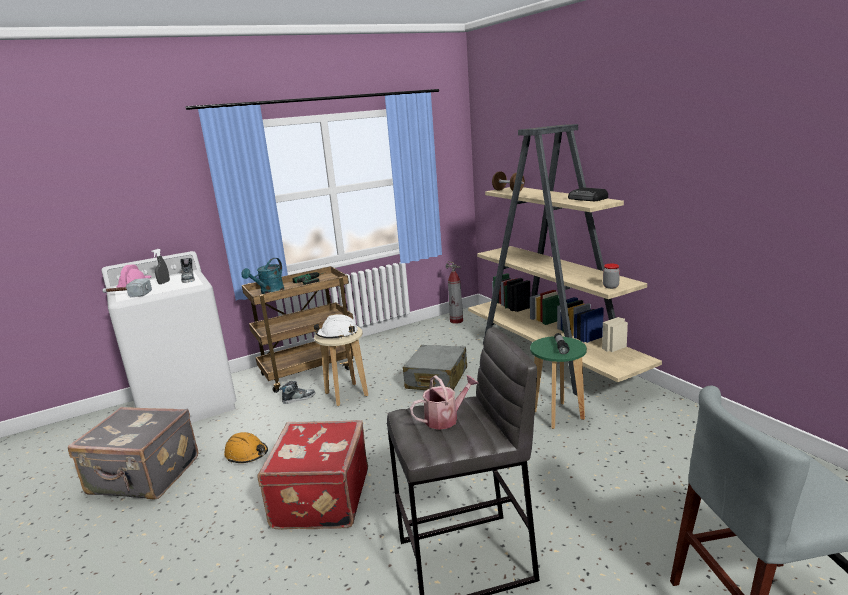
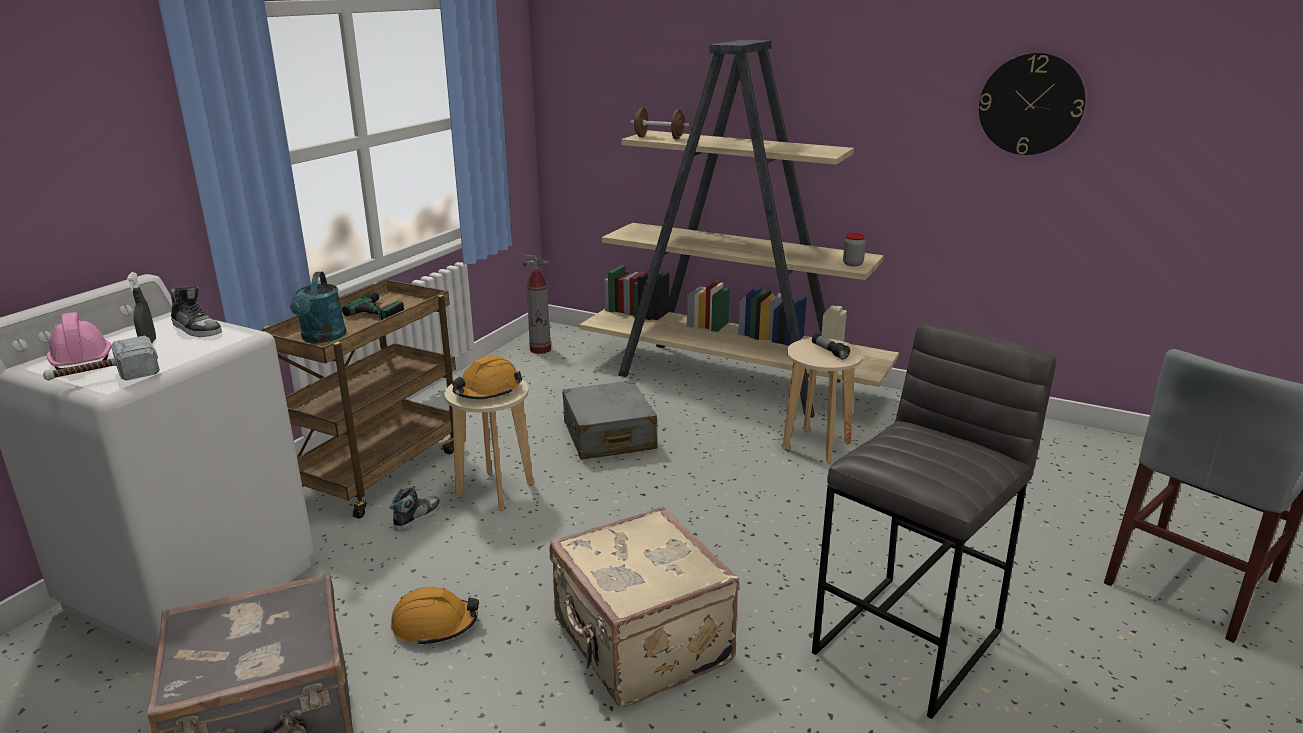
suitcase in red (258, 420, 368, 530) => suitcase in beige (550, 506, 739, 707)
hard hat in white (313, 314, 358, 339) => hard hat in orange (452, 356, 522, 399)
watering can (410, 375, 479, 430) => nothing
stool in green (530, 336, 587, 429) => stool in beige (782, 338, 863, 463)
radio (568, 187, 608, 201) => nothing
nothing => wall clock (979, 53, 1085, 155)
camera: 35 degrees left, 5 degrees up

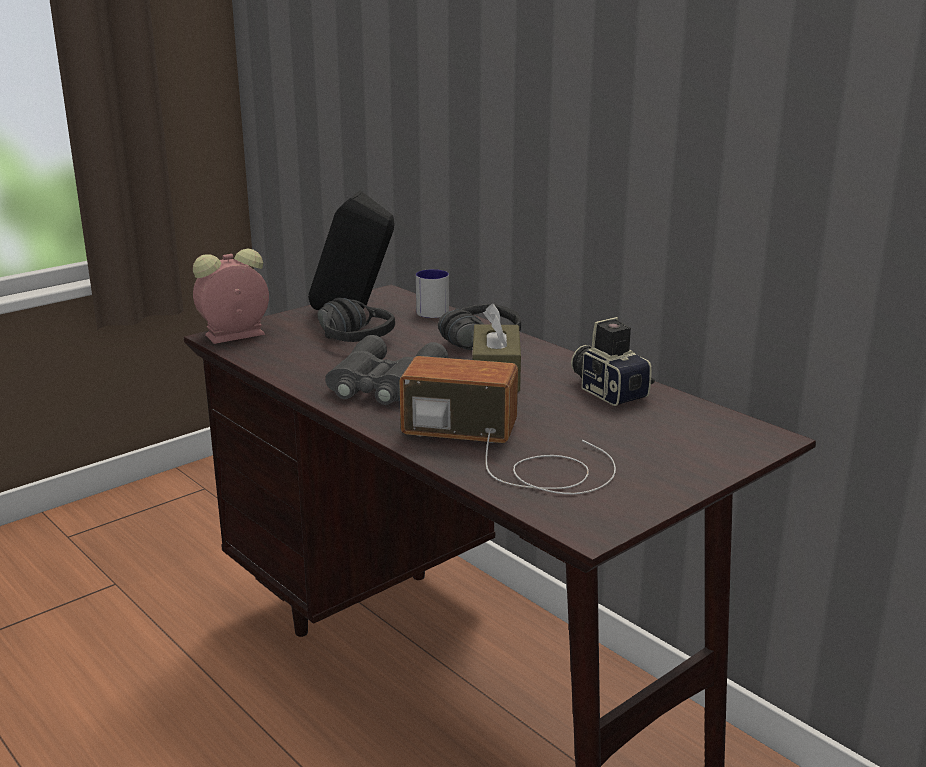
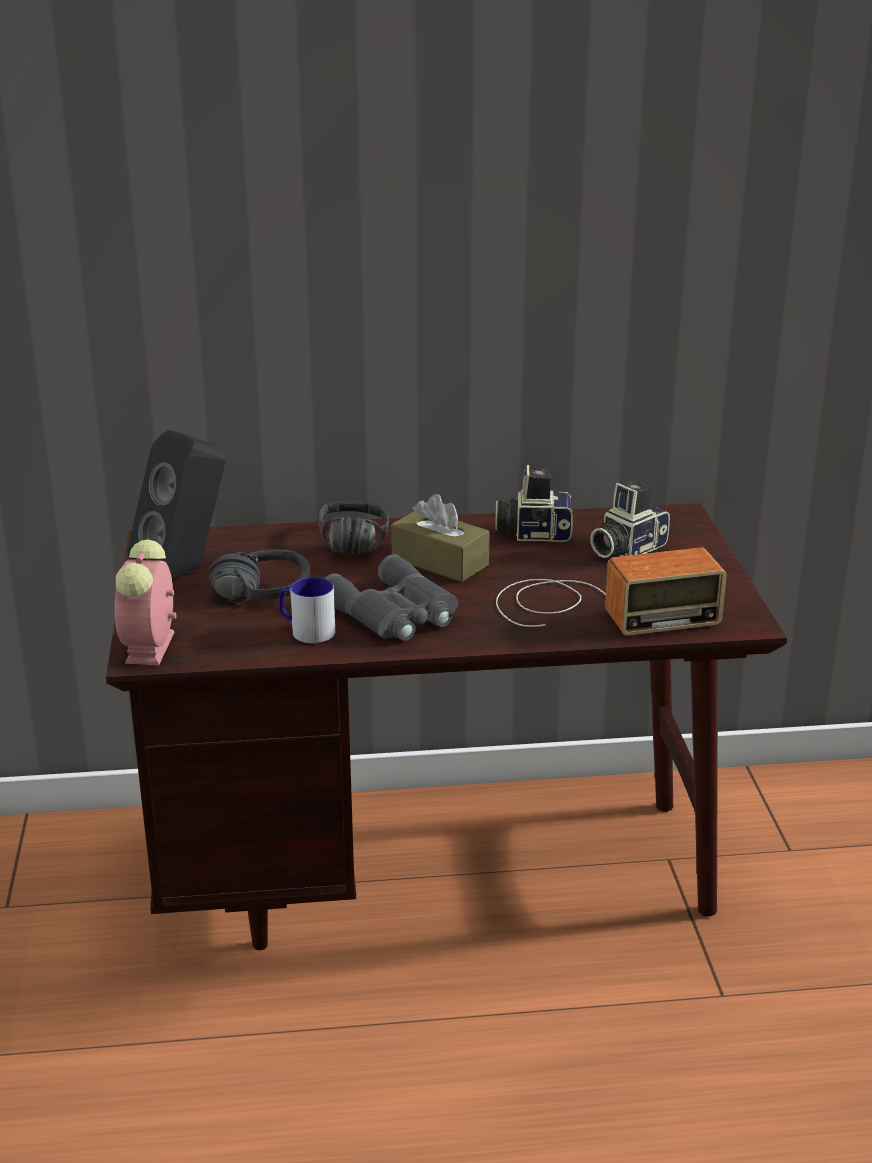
radio (399, 356, 616, 494) => radio (496, 548, 727, 636), 150 degrees counterclockwise
mug (416, 269, 449, 318) => mug (279, 577, 335, 643), moved
nothing => photo camera (590, 481, 670, 558)
camera: 55 degrees left, 5 degrees up

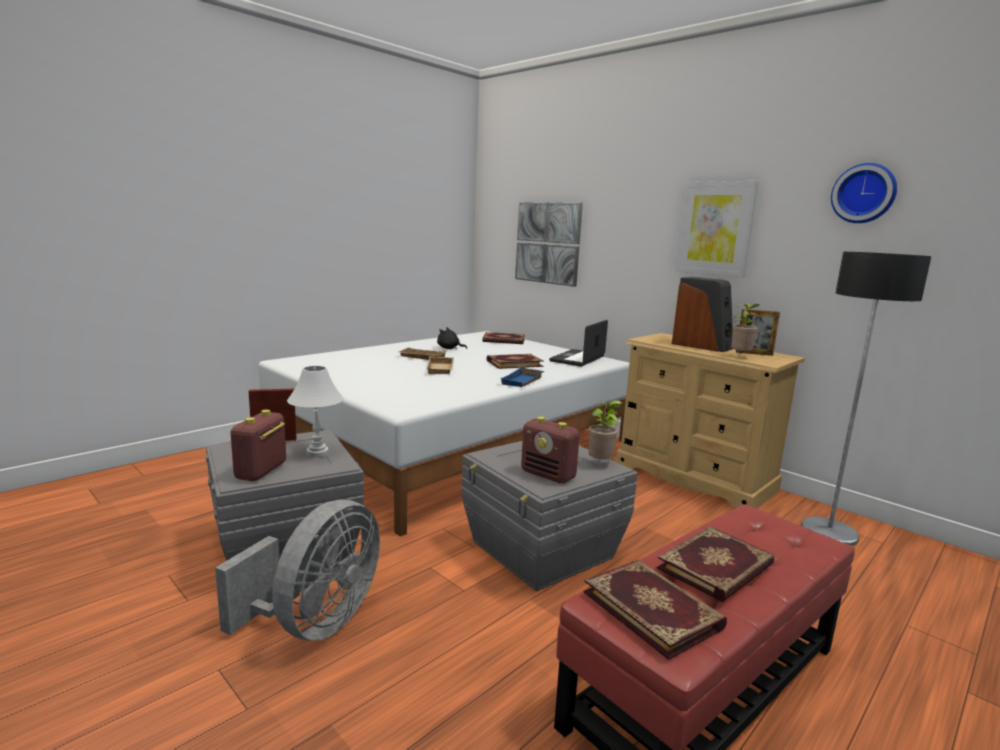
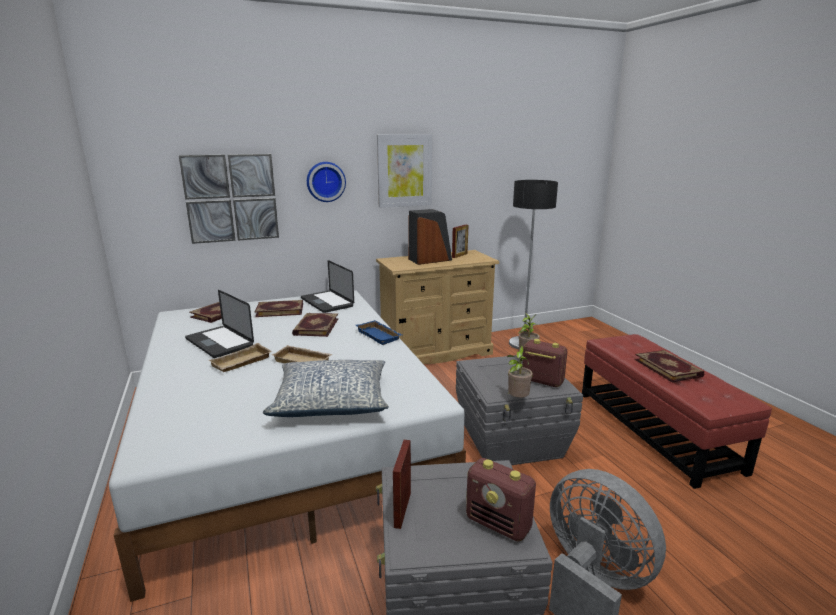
table lamp in white (287, 366, 344, 457) => nothing
plush toy in black (437, 327, 467, 349) => laptop (185, 290, 254, 358)
radio (521, 416, 580, 483) => radio (522, 339, 567, 387), 120 degrees counterclockwise
book (584, 560, 727, 660) => book (255, 300, 303, 317), moved
potted plant (731, 303, 760, 353) => potted plant (507, 345, 533, 398), moved
wall clock (831, 163, 897, 223) => wall clock (307, 162, 346, 202), moved
nothing => pillow (263, 360, 389, 417)
camera: 65 degrees left, 5 degrees up

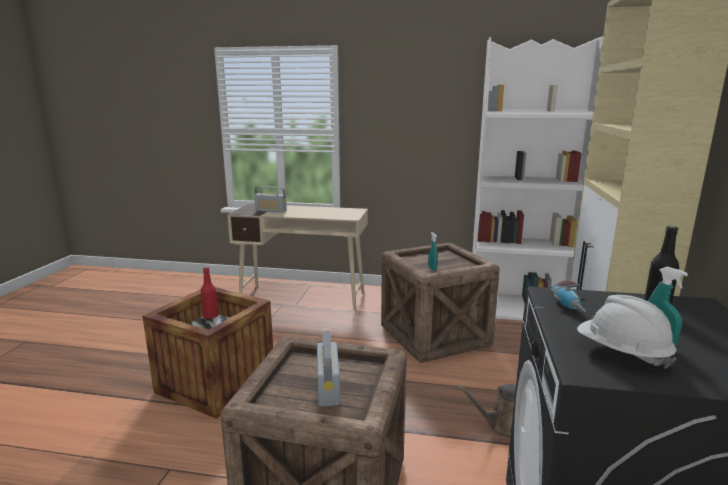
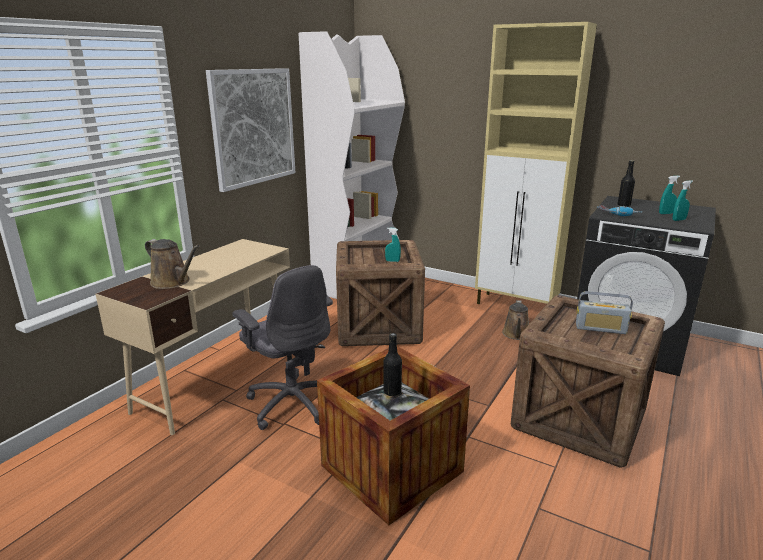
bottle in red (201, 267, 218, 319) => bottle in black (384, 333, 402, 396)
radio (254, 186, 287, 213) => watering can in brown (145, 239, 200, 289)
hard hat in white (577, 295, 677, 369) => spray bottle in turquoise (673, 180, 693, 221)
nothing => picture (206, 68, 295, 192)
nothing => office chair in grey (232, 265, 333, 430)
camera: 70 degrees left, 5 degrees up

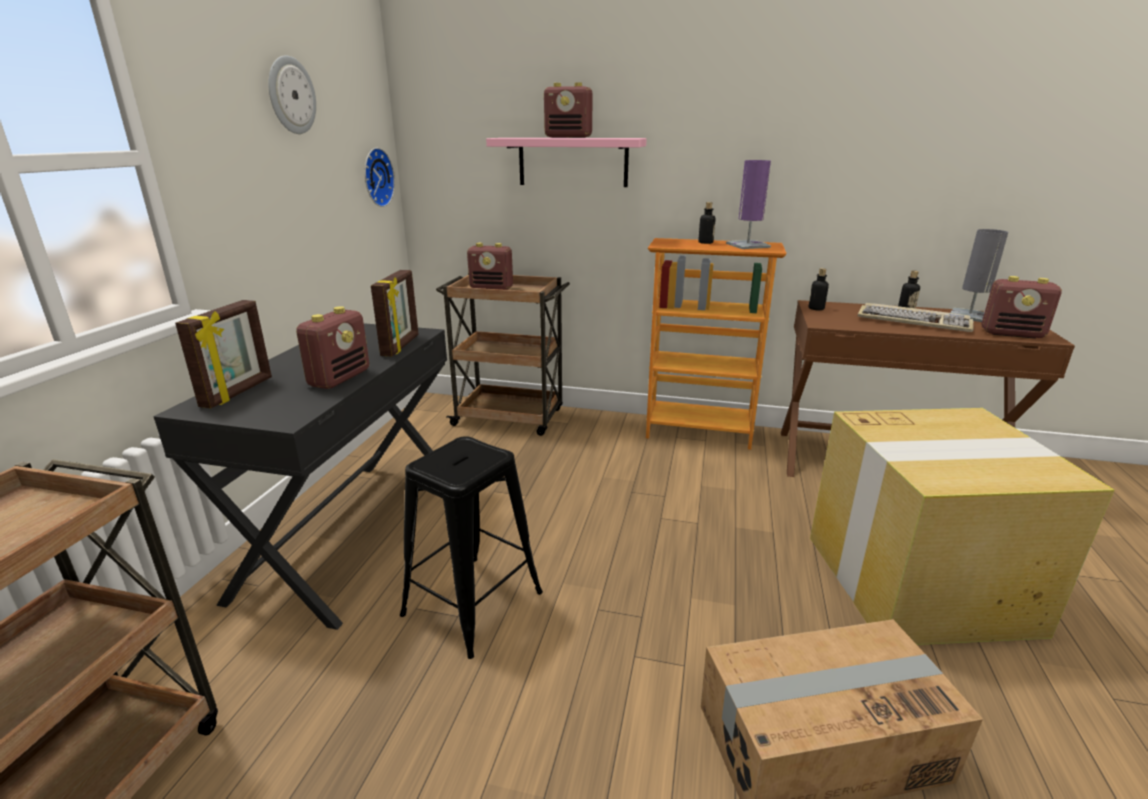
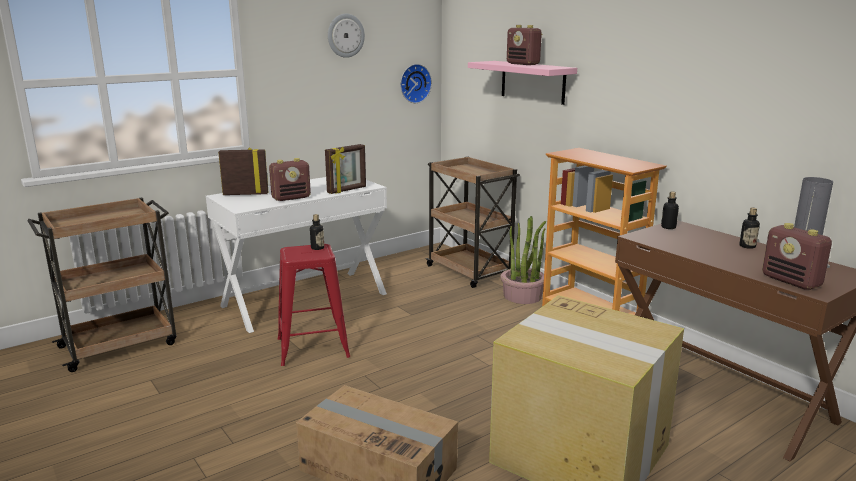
desk in black (153, 323, 447, 630) => desk in white (206, 177, 387, 333)
picture frame (175, 300, 272, 408) => picture frame (218, 148, 268, 195), 150 degrees counterclockwise
stool in black (400, 436, 543, 659) => stool in red (278, 244, 350, 366)
radio (467, 243, 513, 290) => nothing
bottle (698, 202, 716, 244) => bottle (310, 214, 324, 250), moved
table lamp in purple (726, 160, 771, 249) => nothing
keyboard (858, 303, 974, 332) => nothing
nothing => potted plant (500, 216, 546, 304)
camera: 40 degrees right, 5 degrees down

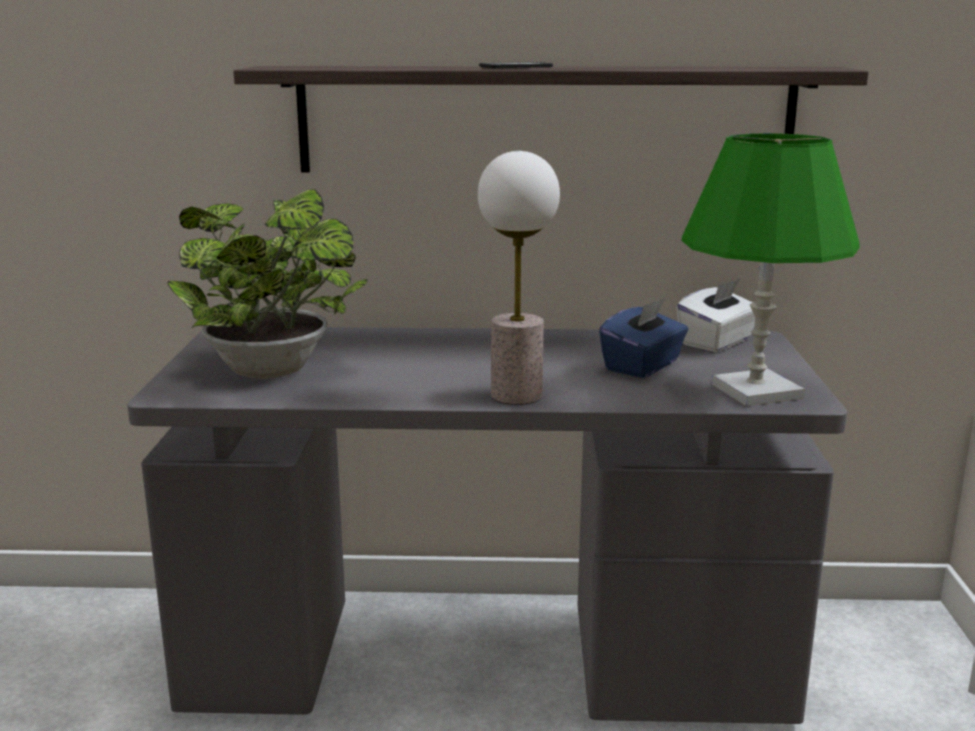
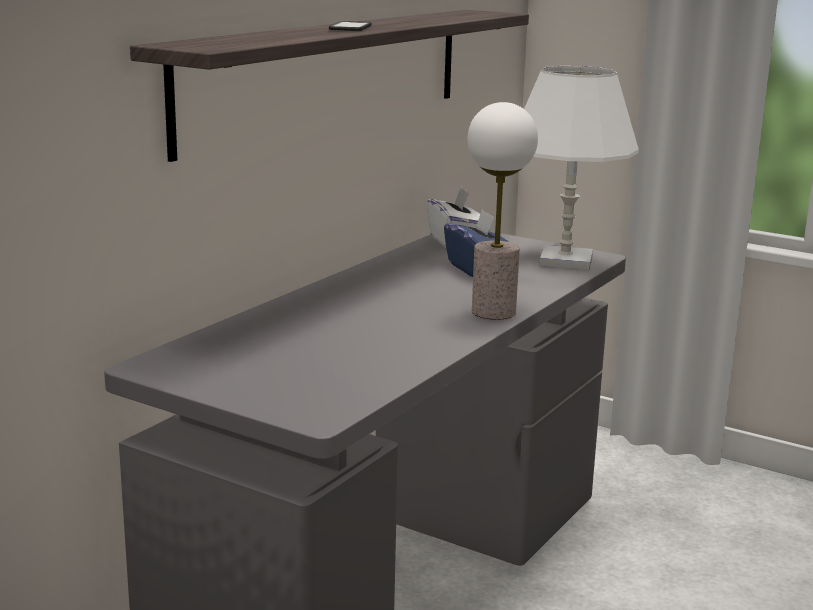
potted plant (167, 189, 368, 379) => nothing
table lamp in green (681, 133, 860, 406) => table lamp in white (524, 66, 639, 270)
camera: 60 degrees left, 0 degrees up

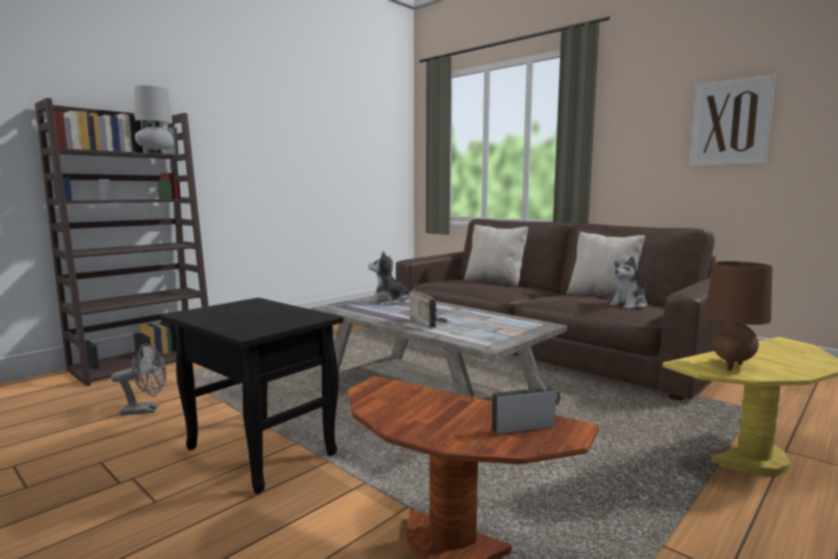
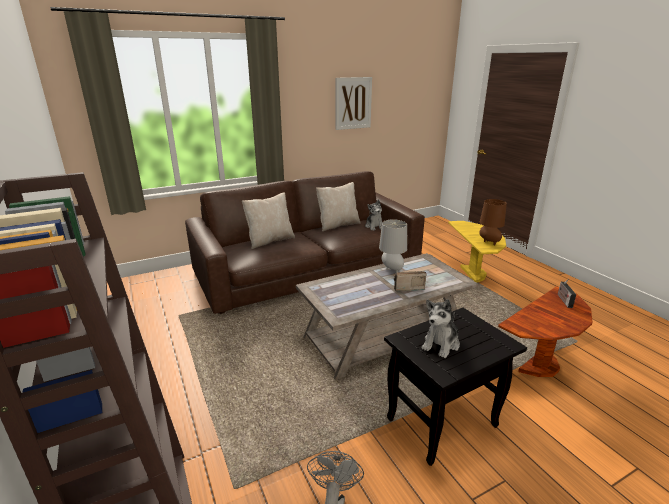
table lamp in grey (134, 85, 174, 154) => table lamp in grey (379, 219, 407, 272), moved
plush toy (368, 251, 416, 305) => plush toy (421, 299, 460, 358), moved
camera: 70 degrees left, 15 degrees up

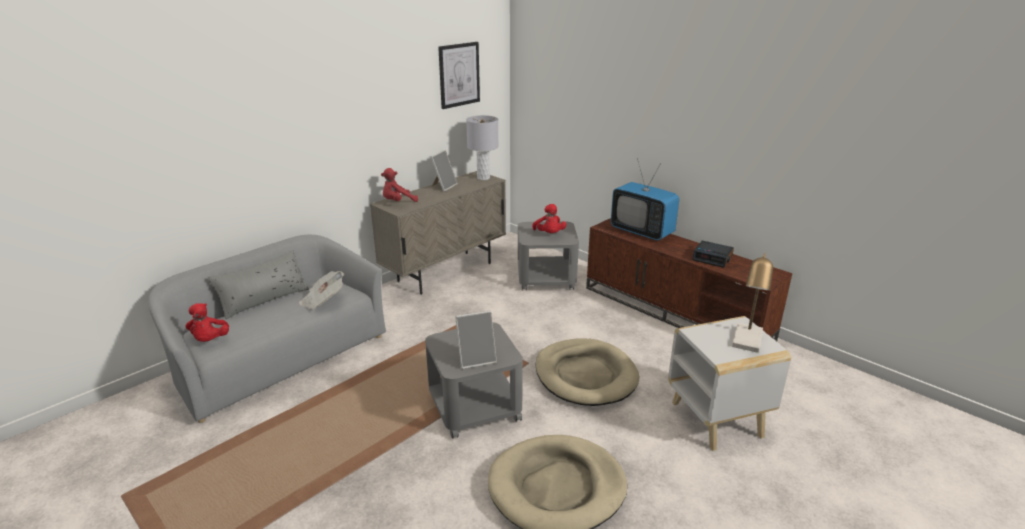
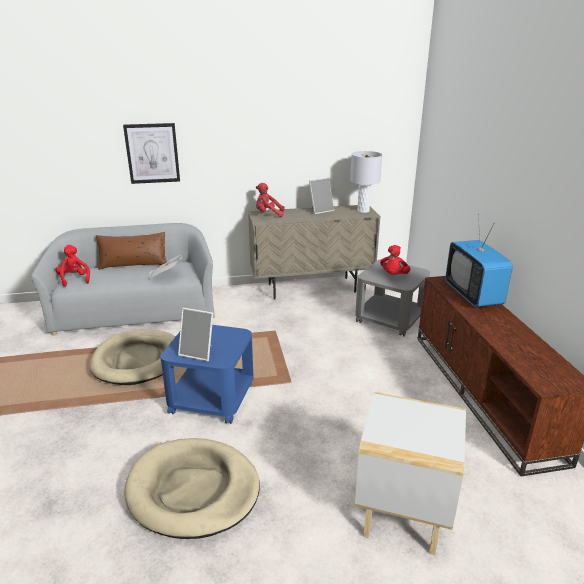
plush toy in red (185, 303, 229, 342) => plush toy in red (55, 245, 90, 287), 135 degrees clockwise
pillow in grey (208, 250, 309, 320) => pillow in brown (96, 232, 167, 270)
side table in grey (425, 322, 523, 439) => side table in blue (160, 325, 254, 424)
picture (438, 42, 480, 109) => picture (123, 123, 180, 184), moved
dog bed in beige (535, 338, 639, 406) => dog bed in beige (89, 330, 175, 385), moved
alarm clock (692, 241, 734, 268) => nothing
table lamp (732, 253, 773, 353) => nothing
camera: 35 degrees right, 0 degrees up

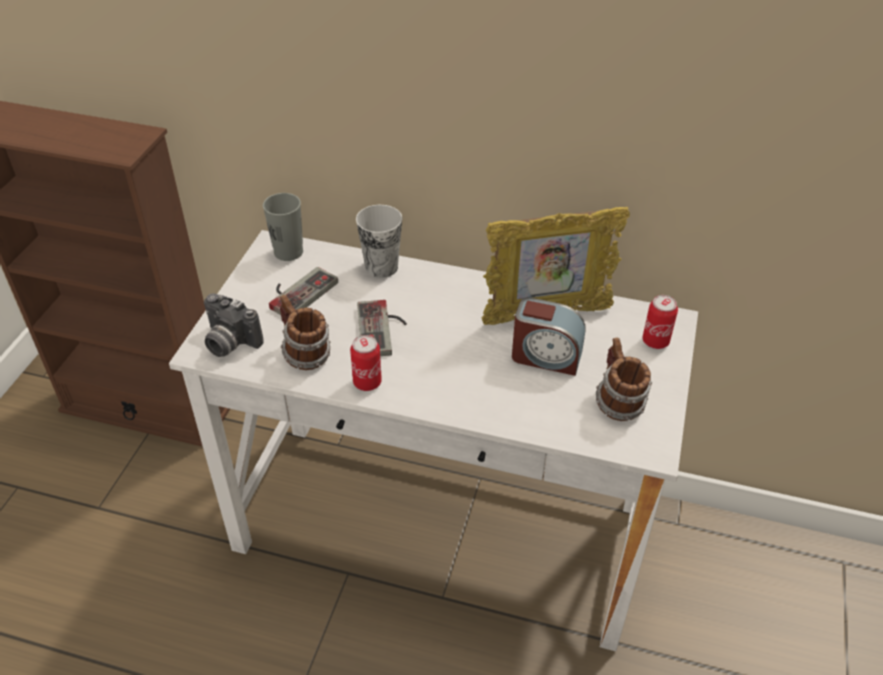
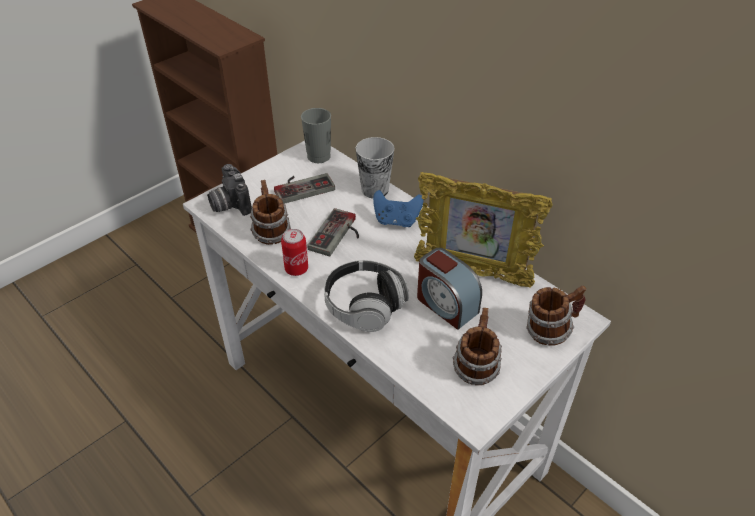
can (642, 295, 678, 349) => mug (526, 286, 587, 346)
nothing => headphones (324, 260, 409, 332)
nothing => game controller in blue (373, 190, 423, 227)
camera: 30 degrees right, 0 degrees up

